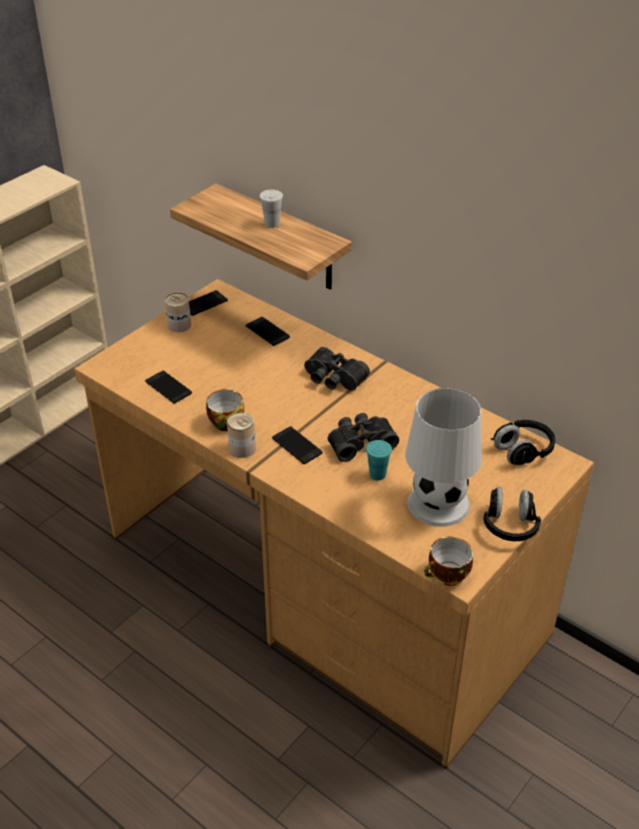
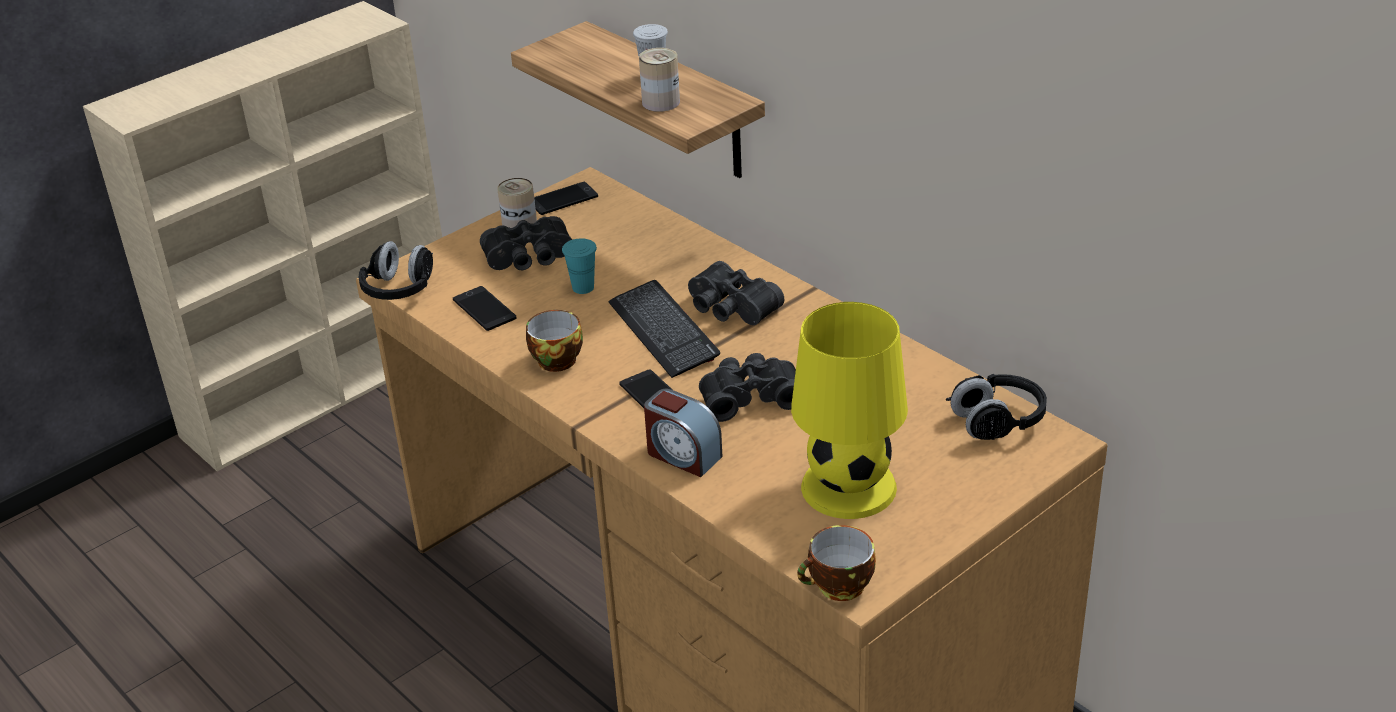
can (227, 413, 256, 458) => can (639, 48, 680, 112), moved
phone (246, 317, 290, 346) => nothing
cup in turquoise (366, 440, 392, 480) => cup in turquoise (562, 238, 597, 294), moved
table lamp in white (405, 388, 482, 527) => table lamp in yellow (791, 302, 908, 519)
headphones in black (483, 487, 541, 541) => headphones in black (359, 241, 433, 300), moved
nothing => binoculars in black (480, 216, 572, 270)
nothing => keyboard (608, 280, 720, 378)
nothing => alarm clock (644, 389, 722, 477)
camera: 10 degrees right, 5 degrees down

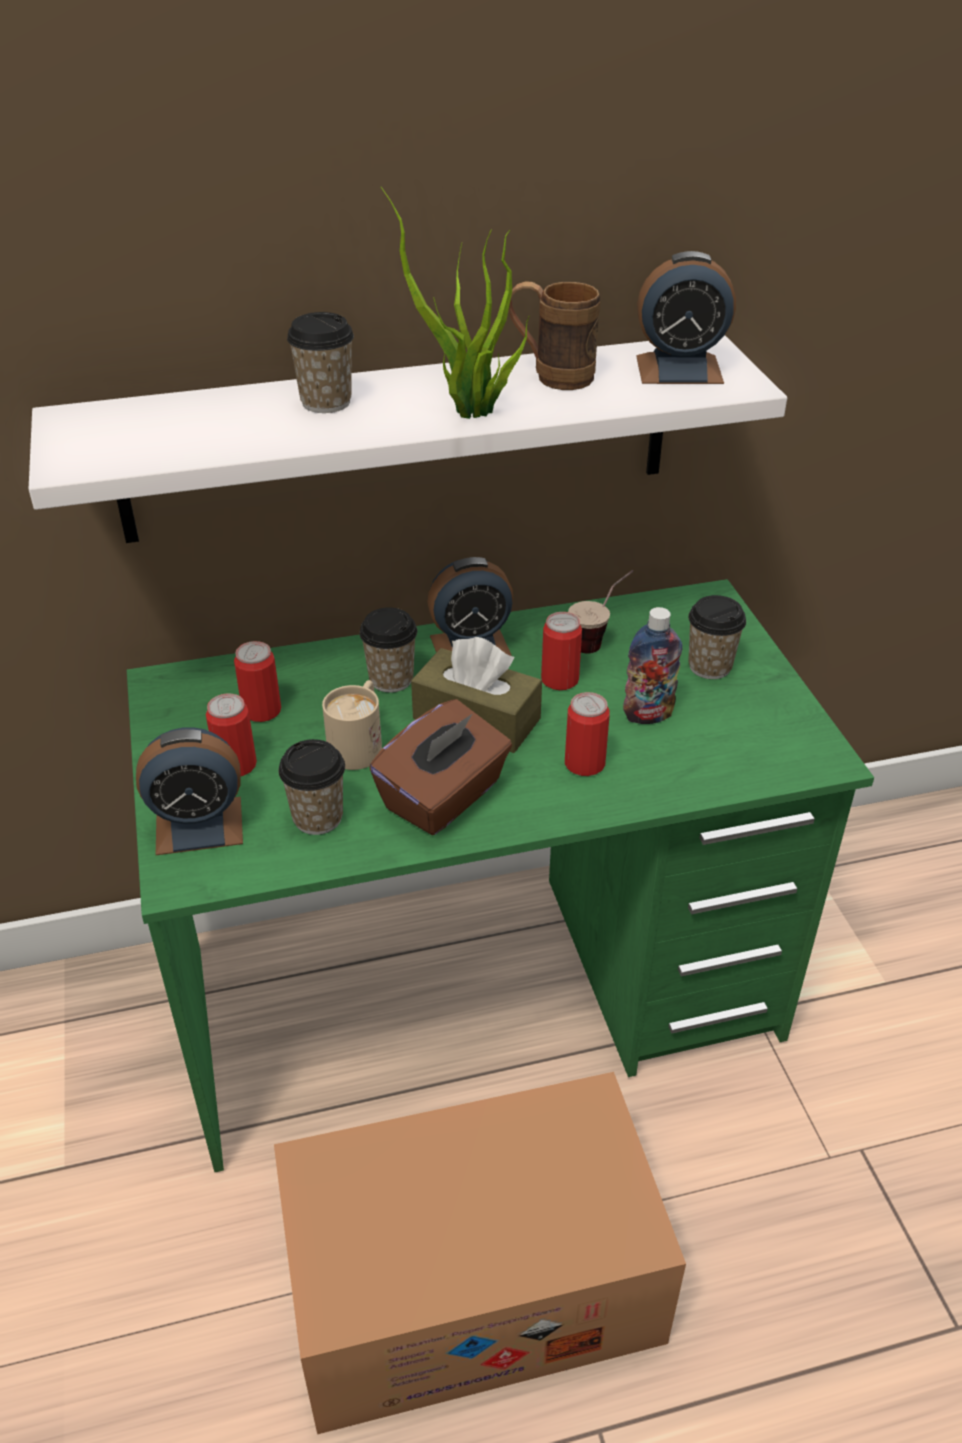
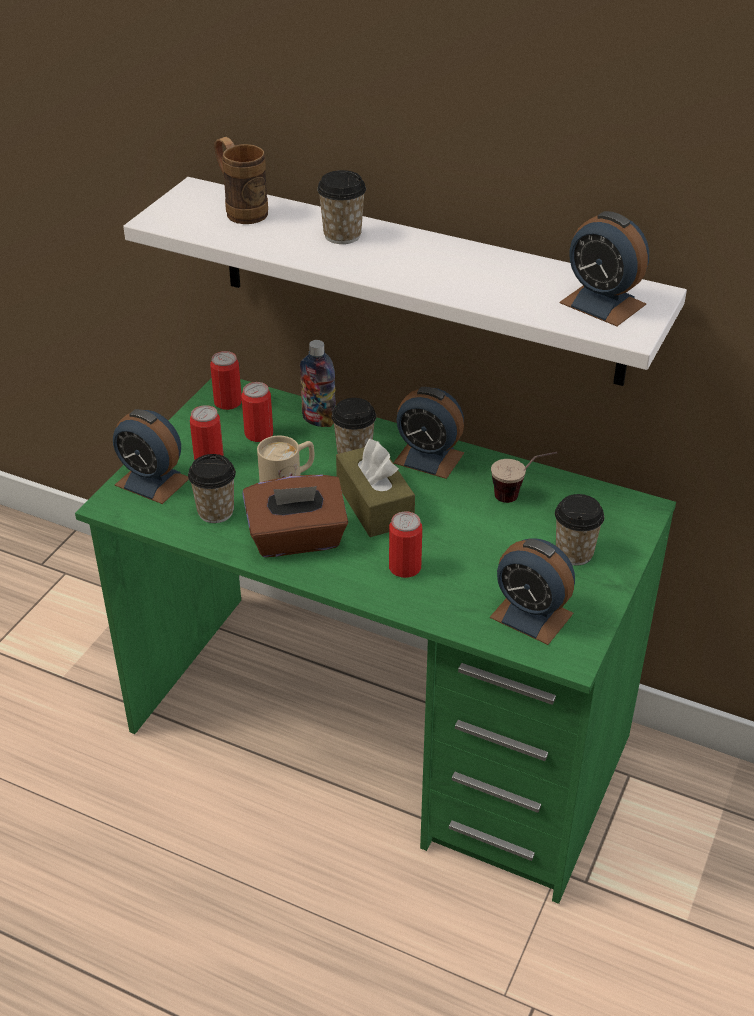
cardboard box (274, 1072, 686, 1434) => nothing
potted plant (381, 187, 529, 419) => nothing
mug in brown (508, 281, 600, 390) => mug in brown (214, 137, 268, 224), moved
can (541, 612, 582, 690) => can (210, 351, 242, 410), moved
bottle (623, 607, 682, 724) => bottle (300, 340, 336, 427), moved
nothing => alarm clock (490, 538, 575, 645)
camera: 40 degrees right, 0 degrees up

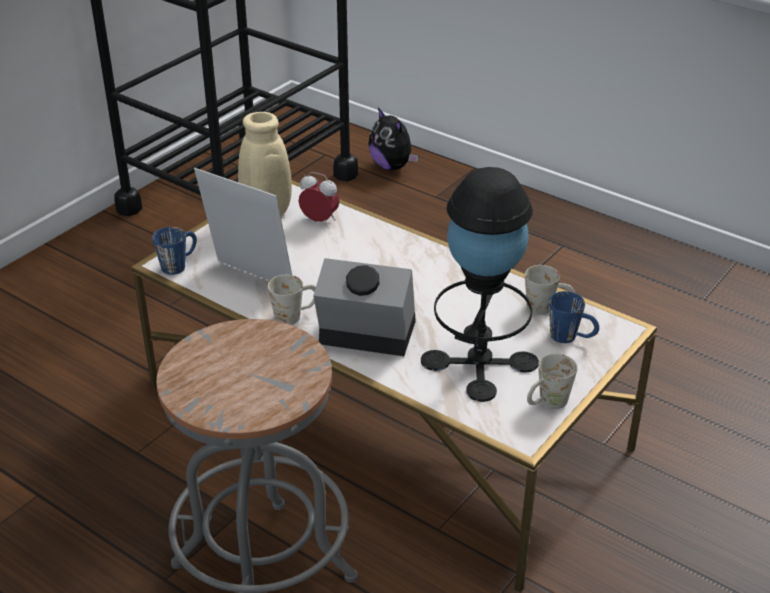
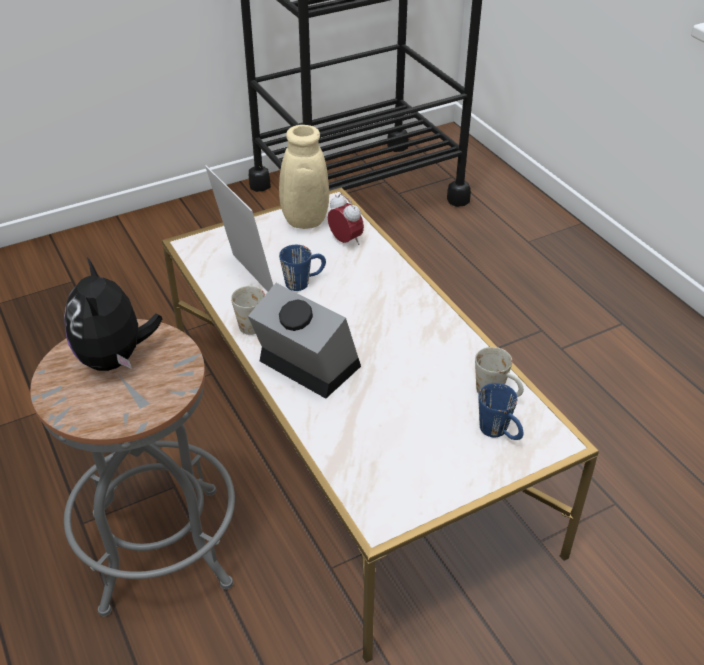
mug in blue (152, 227, 197, 275) => mug in blue (279, 245, 326, 291), moved
plush toy (368, 107, 418, 171) => plush toy (64, 257, 162, 371), moved
table lamp in black (421, 167, 539, 402) => nothing
mug in white (527, 353, 577, 409) => nothing
camera: 25 degrees right, 5 degrees up

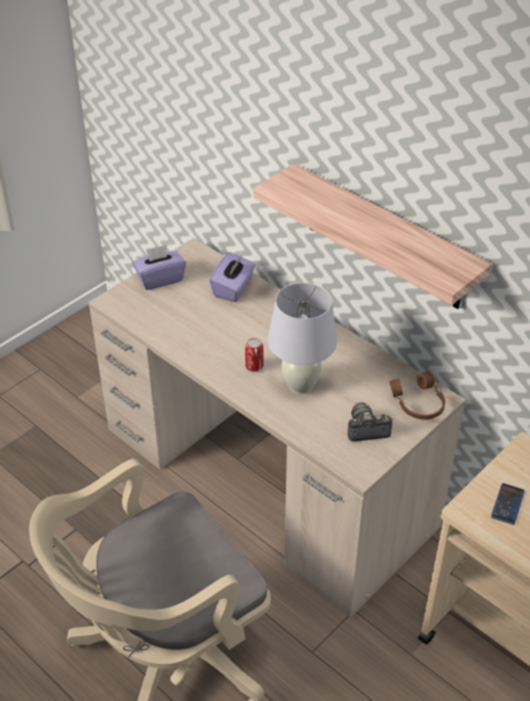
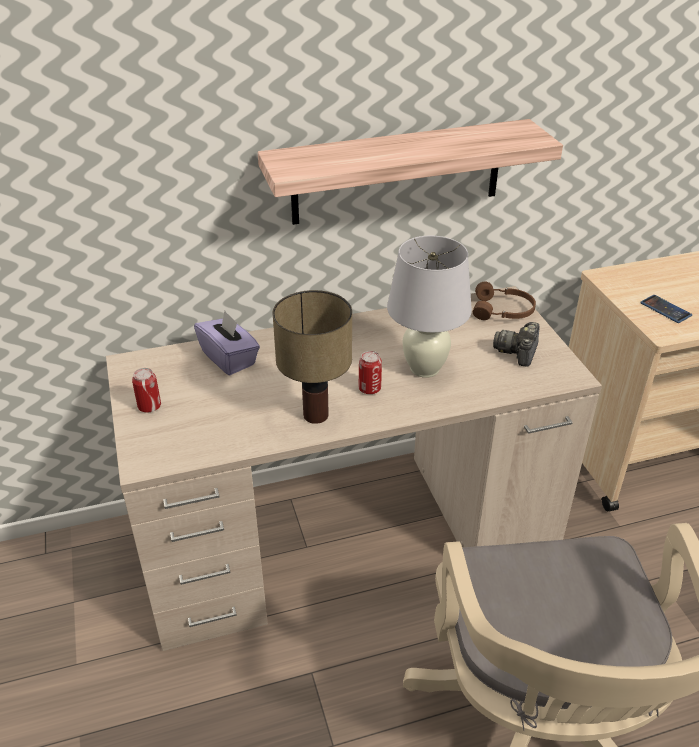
tissue box in purple (132, 245, 186, 290) => can (132, 368, 161, 413)
nothing => table lamp (273, 290, 352, 424)
camera: 60 degrees left, 5 degrees down

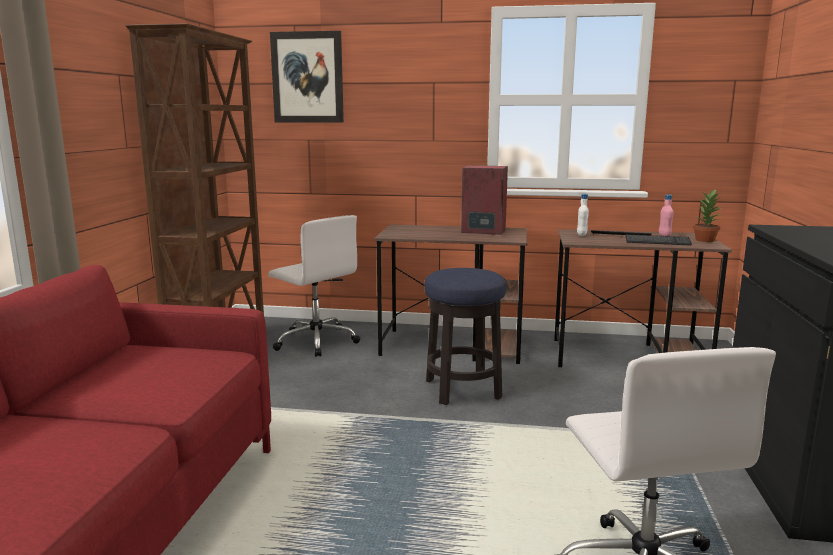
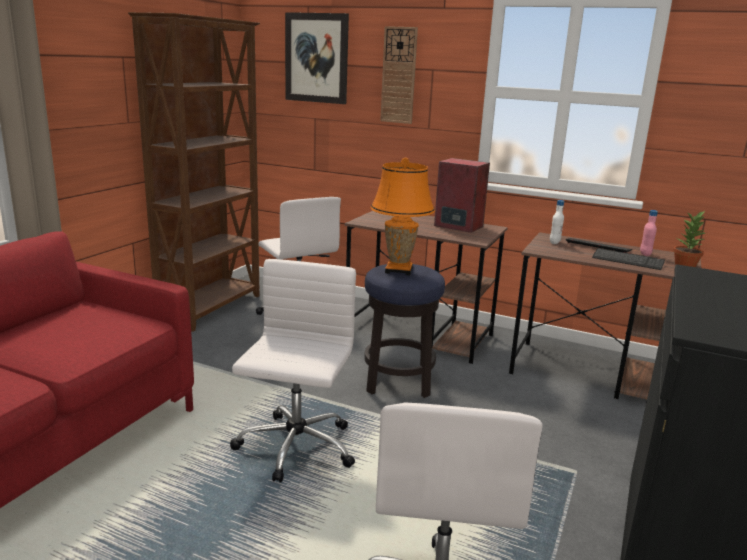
nothing => office chair in white (230, 259, 356, 482)
nothing => table lamp in orange (371, 157, 435, 275)
nothing => wall clock (380, 26, 418, 124)
camera: 15 degrees right, 5 degrees up

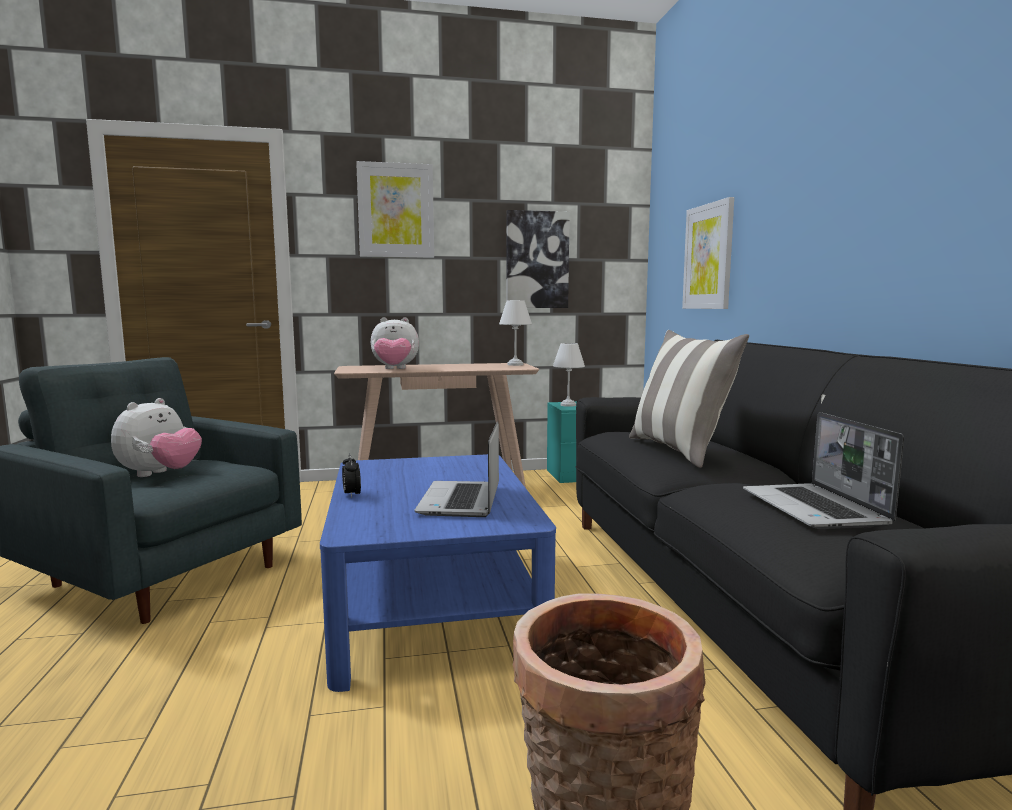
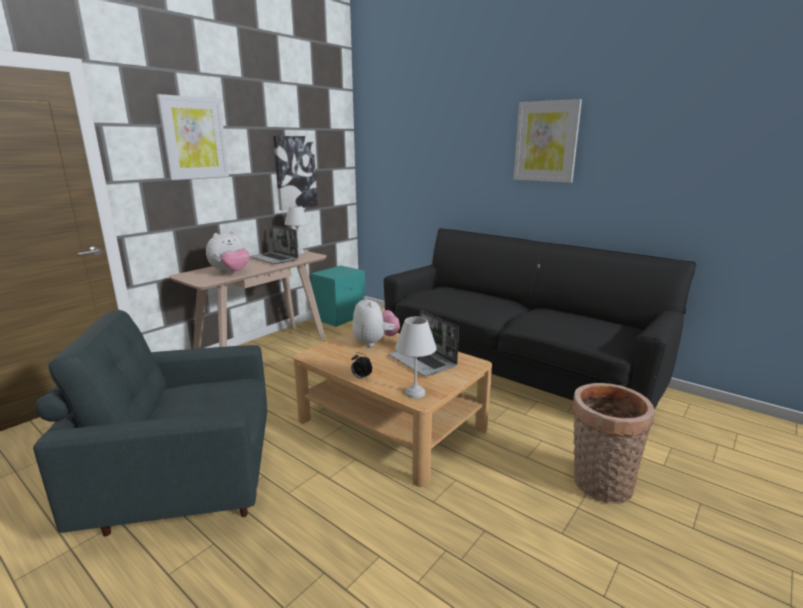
plush toy (111, 398, 202, 477) => plush toy (352, 296, 400, 347), moved
coffee table in blue (320, 454, 556, 692) => coffee table in beige (293, 331, 492, 487)
table lamp in white (553, 343, 585, 407) => table lamp in white (395, 317, 437, 398), moved
pillow (629, 330, 749, 468) => nothing
picture (682, 197, 734, 309) => picture (514, 99, 582, 183), moved
laptop (743, 412, 904, 529) => laptop (250, 225, 298, 264), moved
camera: 40 degrees left, 10 degrees up

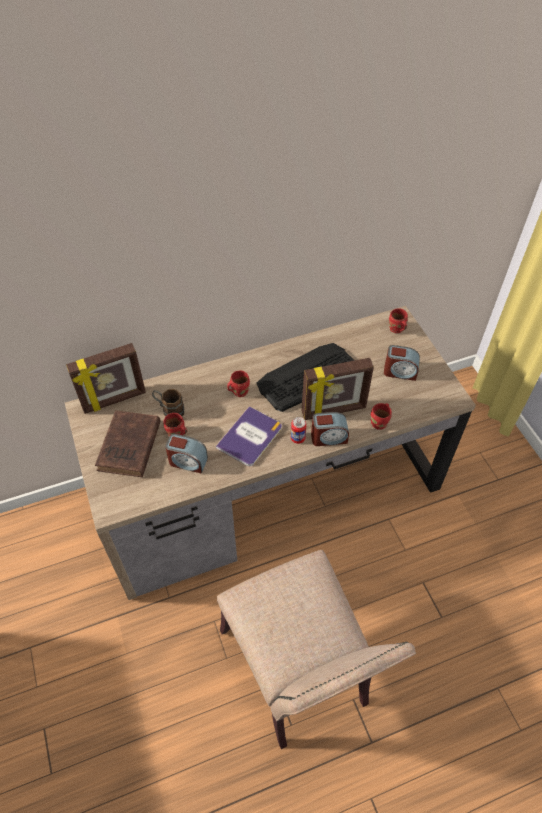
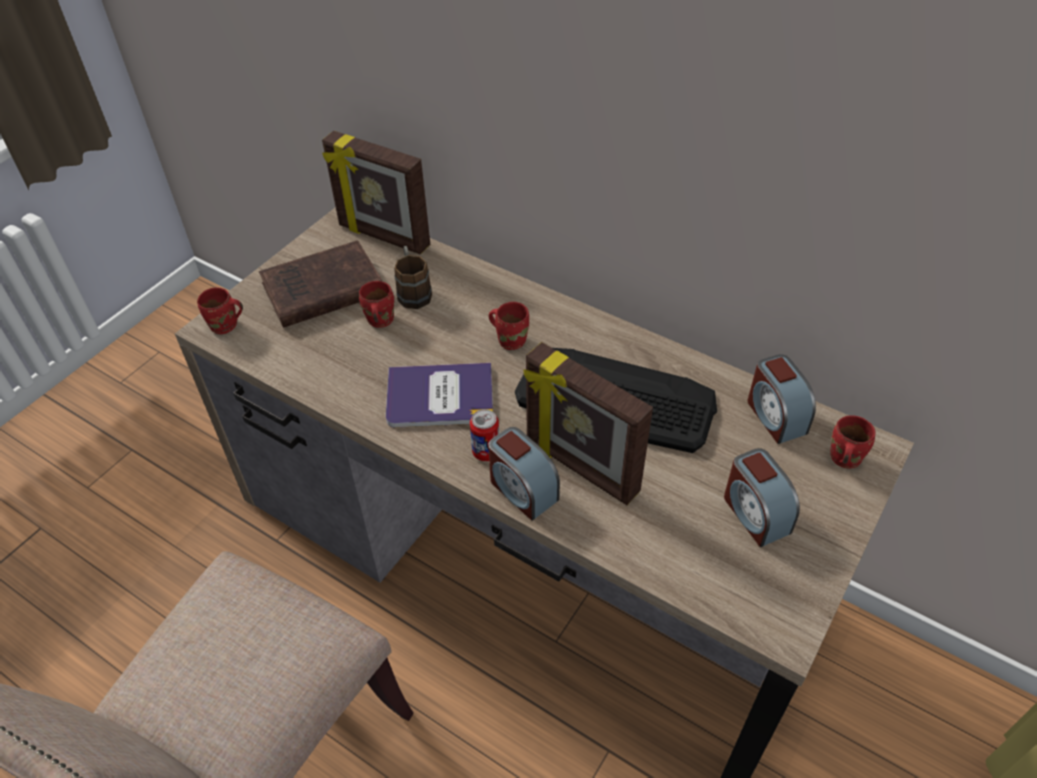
alarm clock (165, 434, 208, 474) => alarm clock (748, 354, 816, 444), moved
mug in red (371, 403, 392, 430) => mug in red (197, 288, 243, 334), moved
camera: 55 degrees right, 5 degrees down

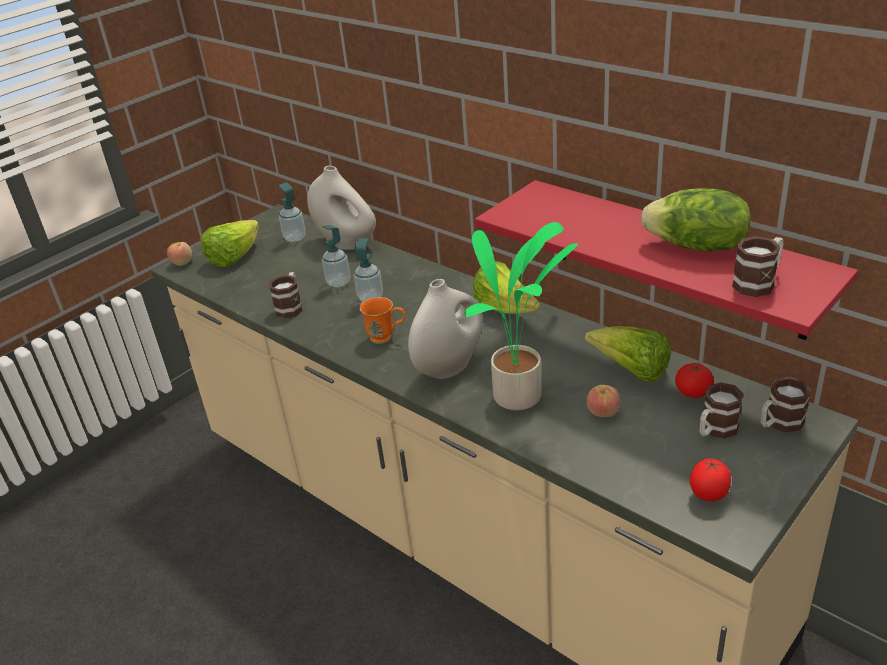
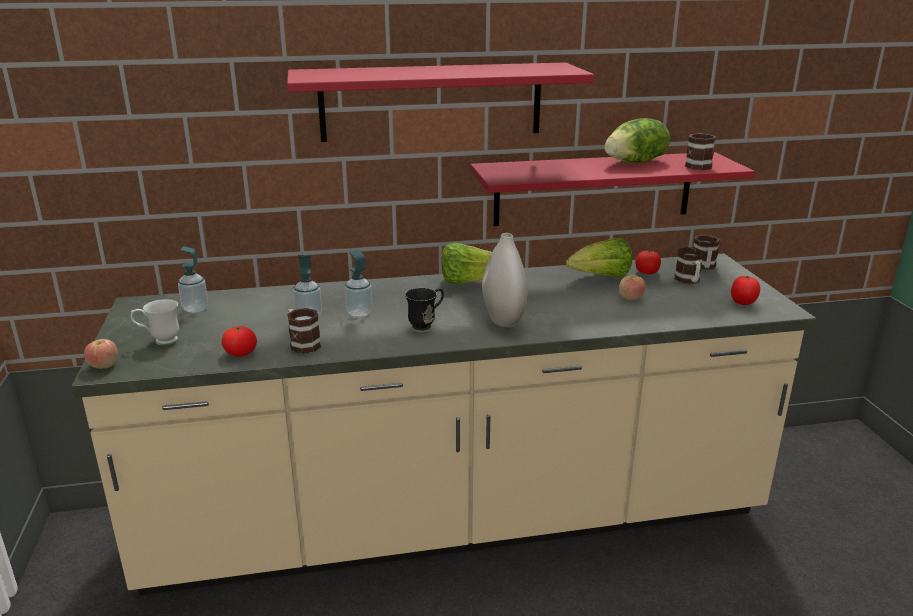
lettuce (200, 220, 259, 267) => mug in white (131, 299, 179, 345)
vase in white (307, 166, 376, 250) => nothing
mug in orange (360, 297, 406, 344) => mug in black (405, 288, 444, 332)
potted plant (465, 222, 578, 410) => nothing
nothing => tomato (222, 326, 257, 357)
nothing => shelf in red (287, 62, 595, 142)
camera: 55 degrees left, 10 degrees down

